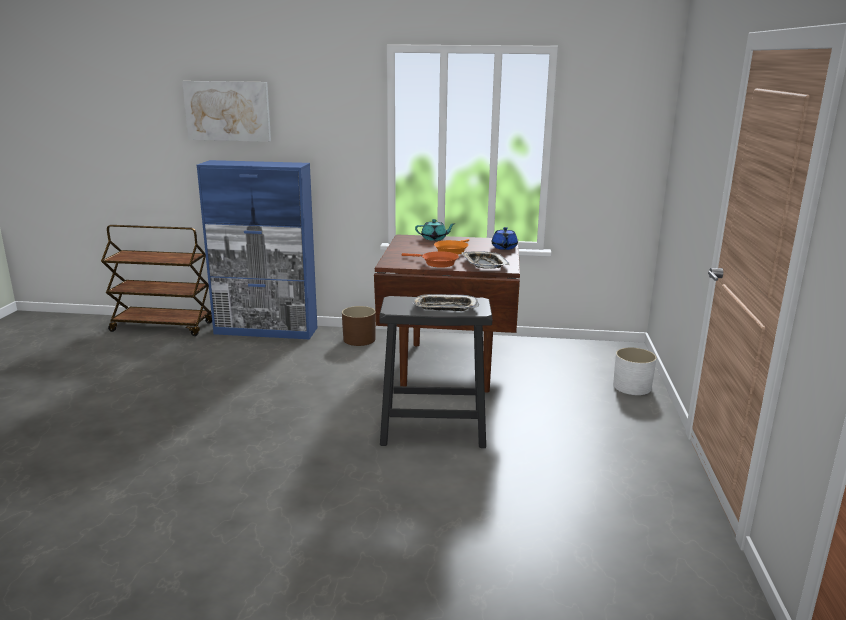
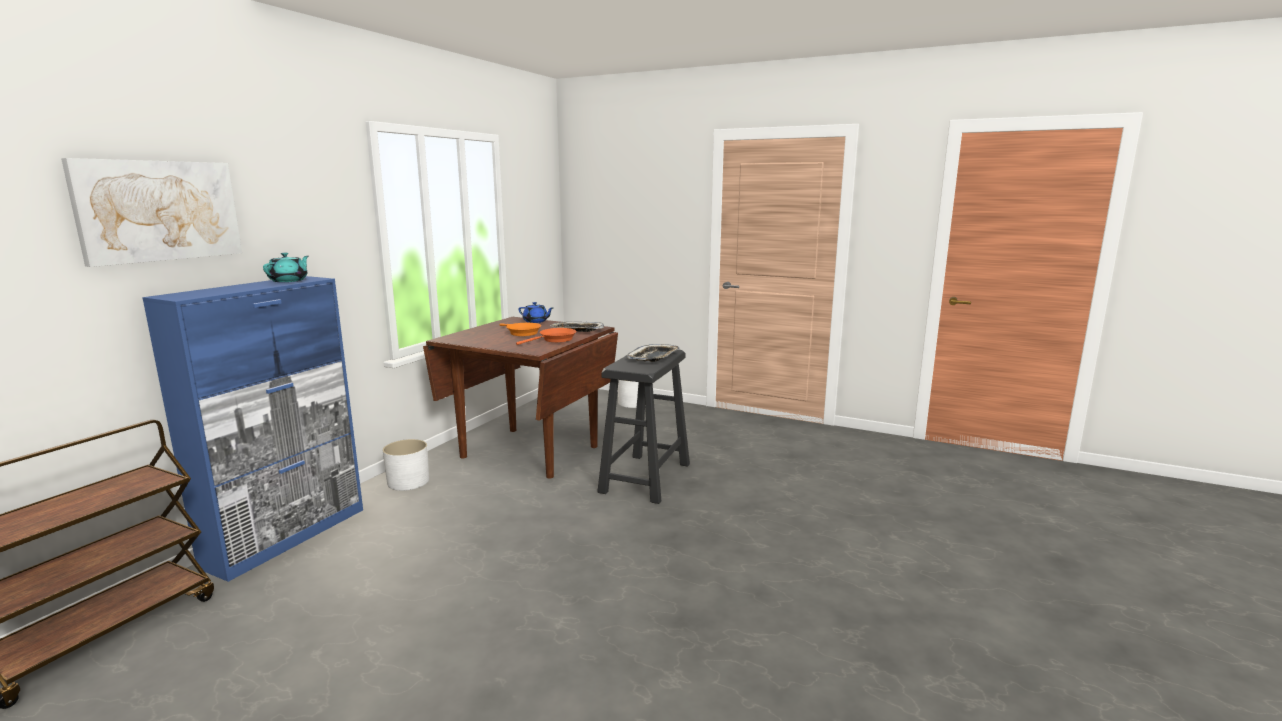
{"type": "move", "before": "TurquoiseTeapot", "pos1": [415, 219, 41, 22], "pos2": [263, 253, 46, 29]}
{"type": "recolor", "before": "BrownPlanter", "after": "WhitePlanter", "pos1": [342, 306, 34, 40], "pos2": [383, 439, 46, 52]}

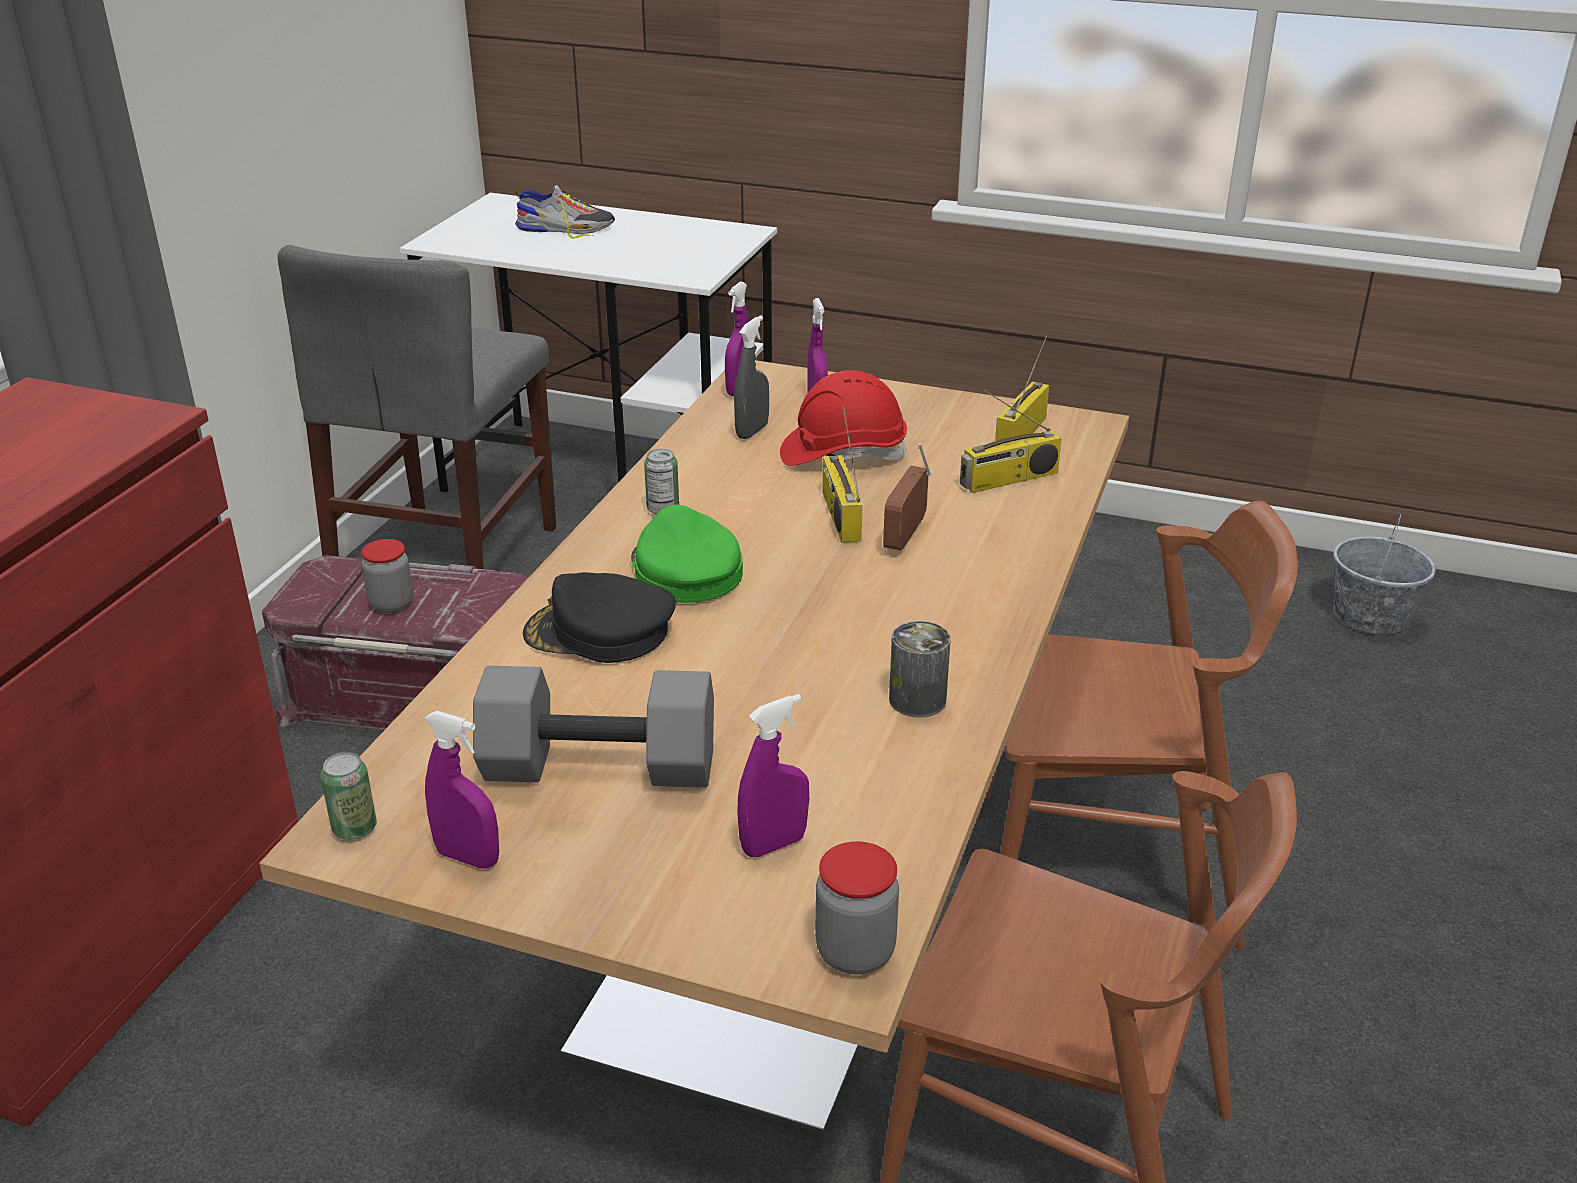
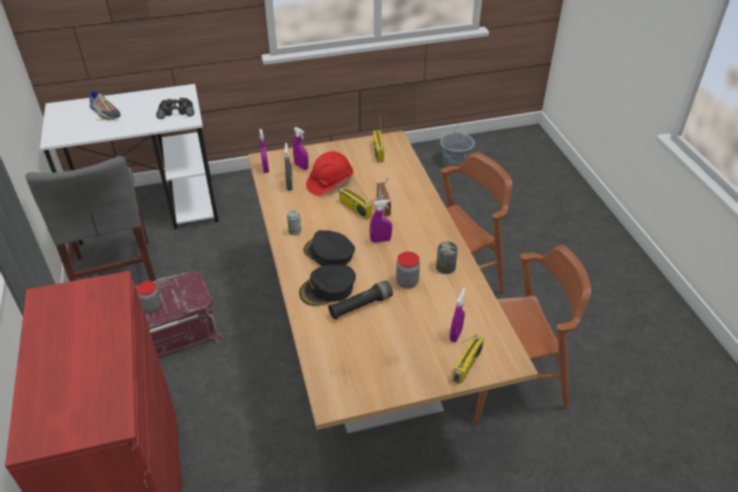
{"type": "rotate", "before": "Shoe", "pos1": [515, 185, 100, 54], "pos2": [89, 90, 32, 32], "turn": 75}
{"type": "move", "before": "Radio", "pos1": [960, 390, 102, 103], "pos2": [453, 334, 31, 50]}
{"type": "recolor", "before": "GreenCap", "after": "BlackCap", "pos1": [631, 505, 112, 98], "pos2": [303, 230, 52, 36]}
{"type": "delete", "before": "GreyDumbbell", "pos1": [473, 666, 241, 122]}
{"type": "move", "before": "PurpleSprayBottle", "pos1": [424, 711, 75, 158], "pos2": [369, 200, 23, 43]}
{"type": "delete", "before": "Can", "pos1": [321, 752, 56, 88]}
{"type": "move", "before": "Jar", "pos1": [815, 841, 84, 133], "pos2": [396, 252, 24, 36]}
{"type": "insert", "after": "BlackBinoculars", "pos2": [156, 98, 38, 21]}
{"type": "insert", "after": "BlackFlashlight", "pos2": [328, 280, 65, 40]}

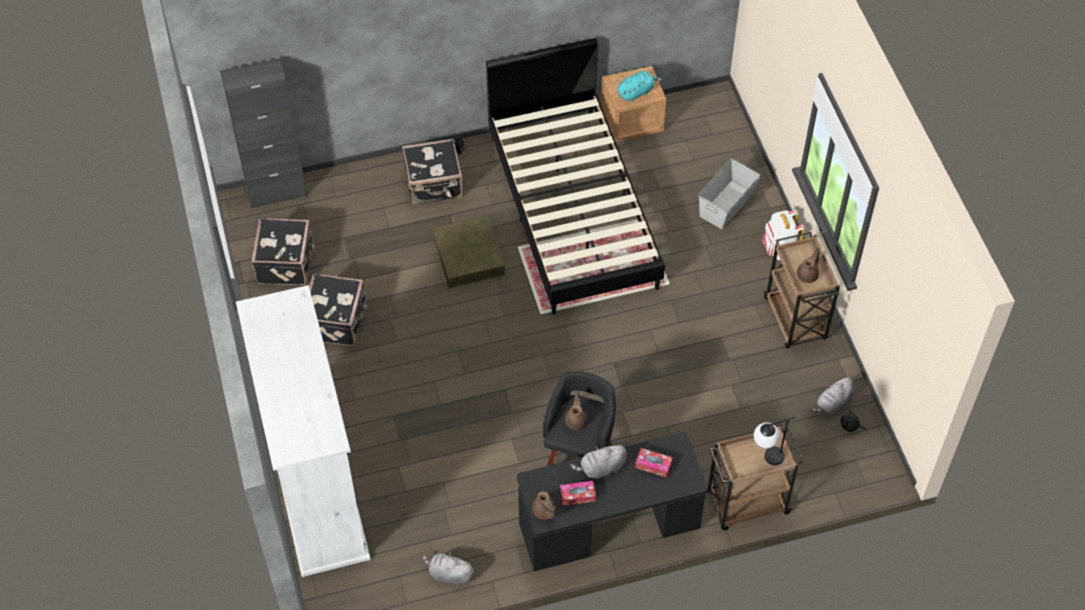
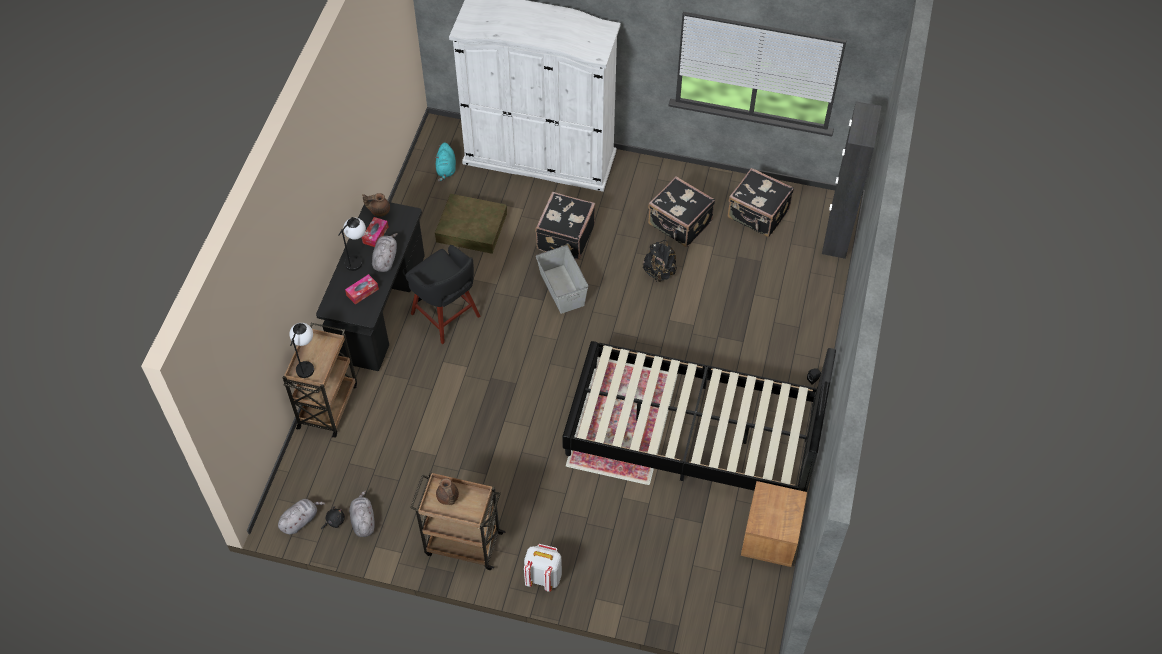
{"type": "move", "before": "TurquoisePlushToy", "pos1": [618, 71, 45, 31], "pos2": [435, 142, 21, 40]}
{"type": "move", "before": "BlackSuitcase", "pos1": [402, 138, 61, 67], "pos2": [535, 192, 60, 68]}
{"type": "move", "before": "GreyStorageBox", "pos1": [699, 158, 62, 71], "pos2": [536, 245, 52, 69]}
{"type": "move", "before": "BrownStorageBox", "pos1": [433, 215, 72, 73], "pos2": [435, 194, 72, 60]}
{"type": "delete", "before": "BrownTeapot", "pos1": [565, 391, 23, 39]}
{"type": "move", "before": "GreyPlushToy", "pos1": [423, 552, 51, 34], "pos2": [278, 499, 47, 35]}
{"type": "insert", "after": "TableLamp", "pos2": [338, 217, 28, 54]}
{"type": "insert", "after": "BlackBackpack", "pos2": [643, 240, 34, 42]}

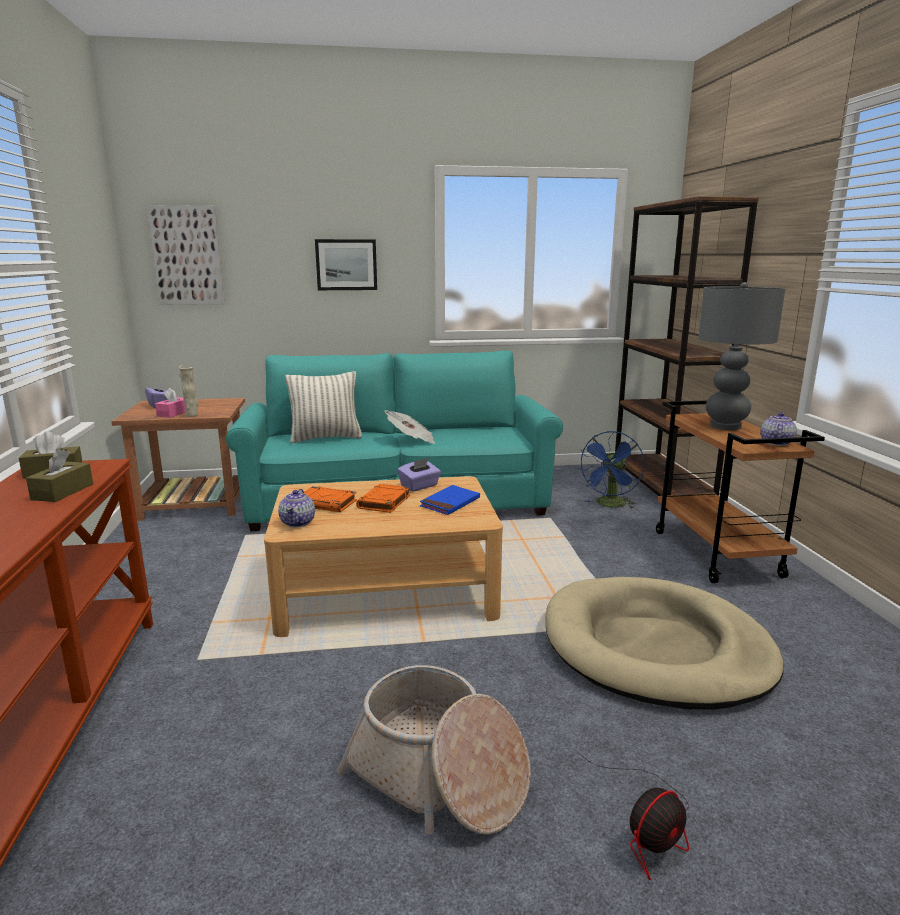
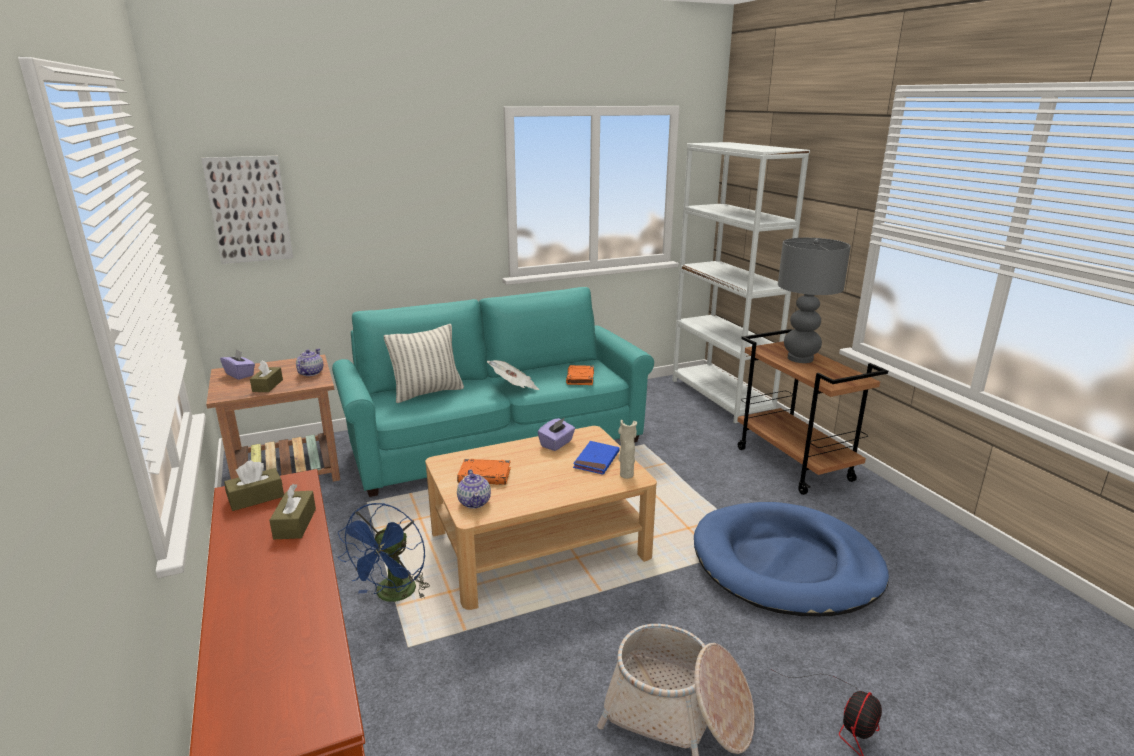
{"type": "recolor", "before": "BrownBookcase", "after": "WhiteBookcase", "pos1": [615, 196, 144, 300], "pos2": [672, 142, 138, 281]}
{"type": "delete", "before": "Picture", "pos1": [315, 239, 62, 51]}
{"type": "move", "before": "BeigeVase", "pos1": [179, 365, 19, 52], "pos2": [618, 420, 19, 59]}
{"type": "recolor", "before": "PinkTissueBox", "after": "BrownTissueBox", "pos1": [155, 388, 31, 30], "pos2": [250, 360, 33, 32]}
{"type": "move", "before": "Teapot", "pos1": [760, 412, 37, 34], "pos2": [296, 349, 27, 27]}
{"type": "move", "before": "BlueFan", "pos1": [578, 431, 67, 78], "pos2": [338, 503, 92, 99]}
{"type": "move", "before": "OrangeBook", "pos1": [356, 484, 54, 29], "pos2": [566, 365, 28, 20]}
{"type": "recolor", "before": "BeigeDogBed", "after": "BlueDogBed", "pos1": [545, 577, 238, 133], "pos2": [694, 502, 195, 114]}

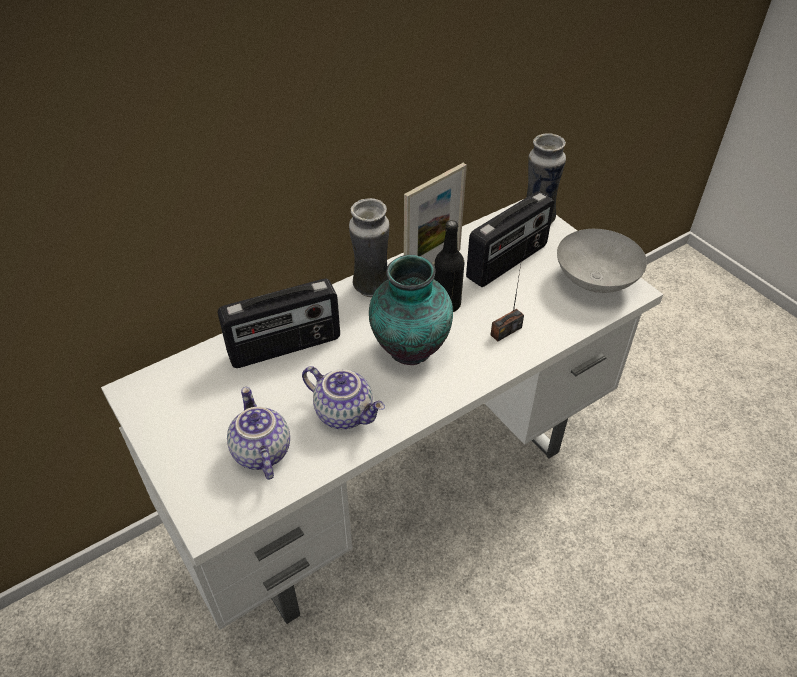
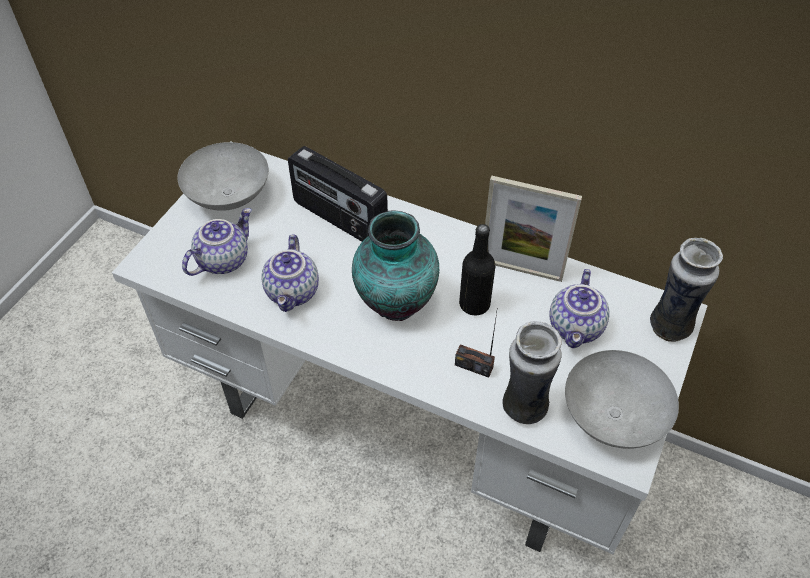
{"type": "replace", "before": "Radio", "after": "Teapot", "pos1": [466, 191, 88, 96], "pos2": [549, 269, 61, 79]}
{"type": "move", "before": "Vase", "pos1": [349, 198, 40, 99], "pos2": [502, 321, 60, 103]}
{"type": "insert", "after": "GreyBowl", "pos2": [177, 142, 92, 69]}

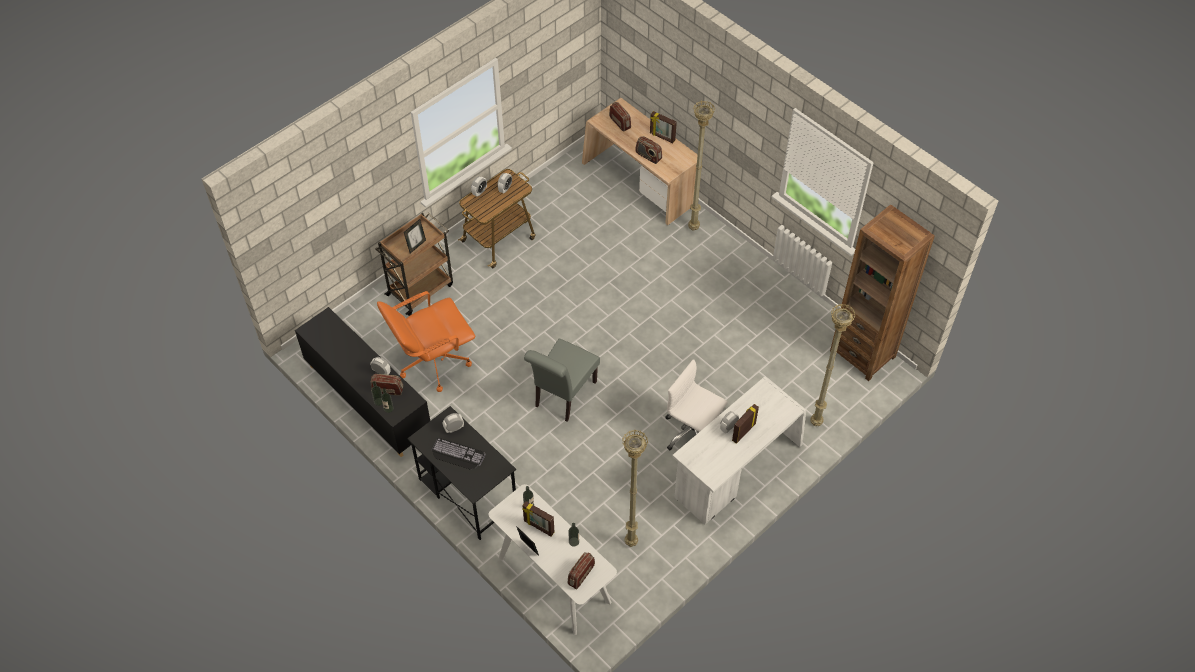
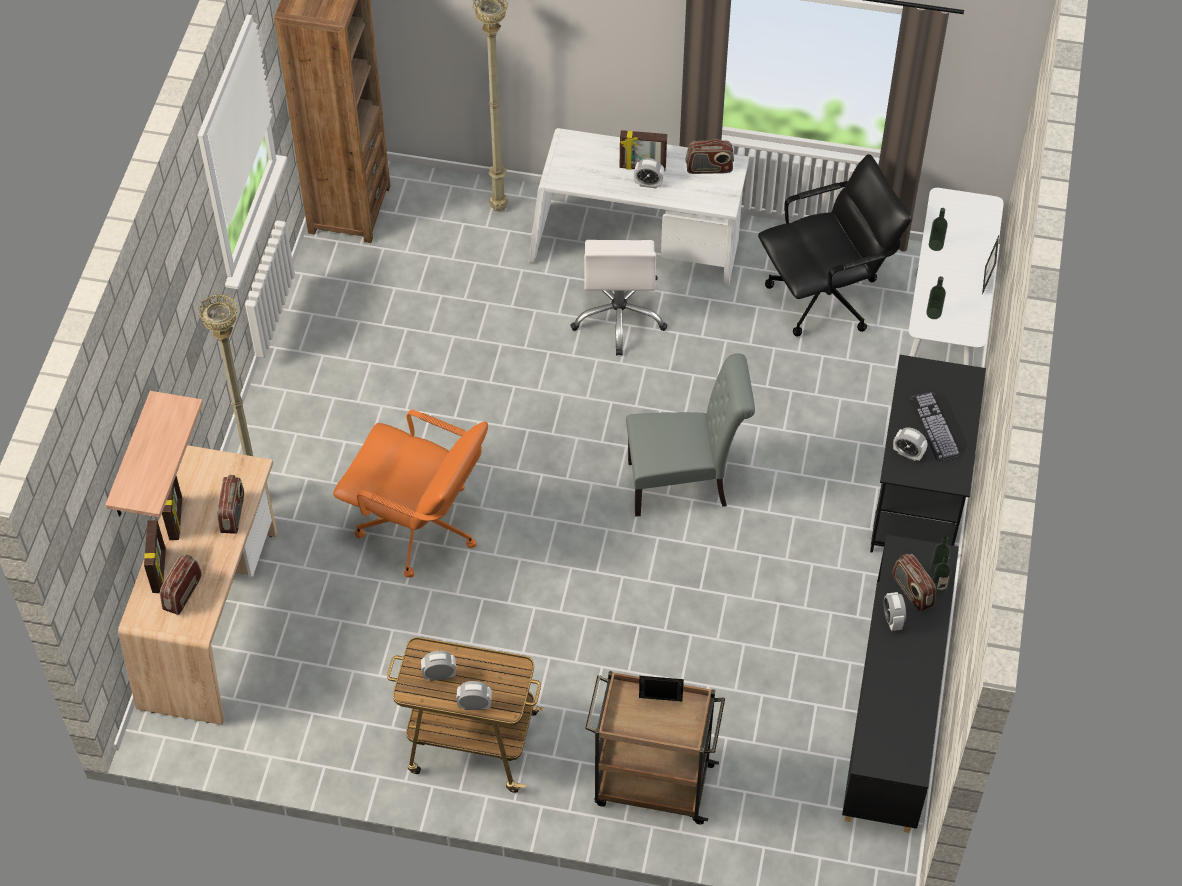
{"type": "move", "before": "OrangeOfficeChair", "pos1": [377, 291, 98, 101], "pos2": [333, 410, 155, 168]}
{"type": "replace", "before": "BeigeFloorLamp", "after": "BlackOfficeChair", "pos1": [622, 430, 26, 117], "pos2": [758, 154, 154, 183]}
{"type": "move", "before": "PictureFrame", "pos1": [522, 501, 33, 35], "pos2": [144, 520, 22, 73]}
{"type": "move", "before": "Radio", "pos1": [568, 552, 27, 38], "pos2": [686, 139, 48, 35]}
{"type": "insert", "after": "Shelf", "pos2": [105, 391, 98, 127]}

